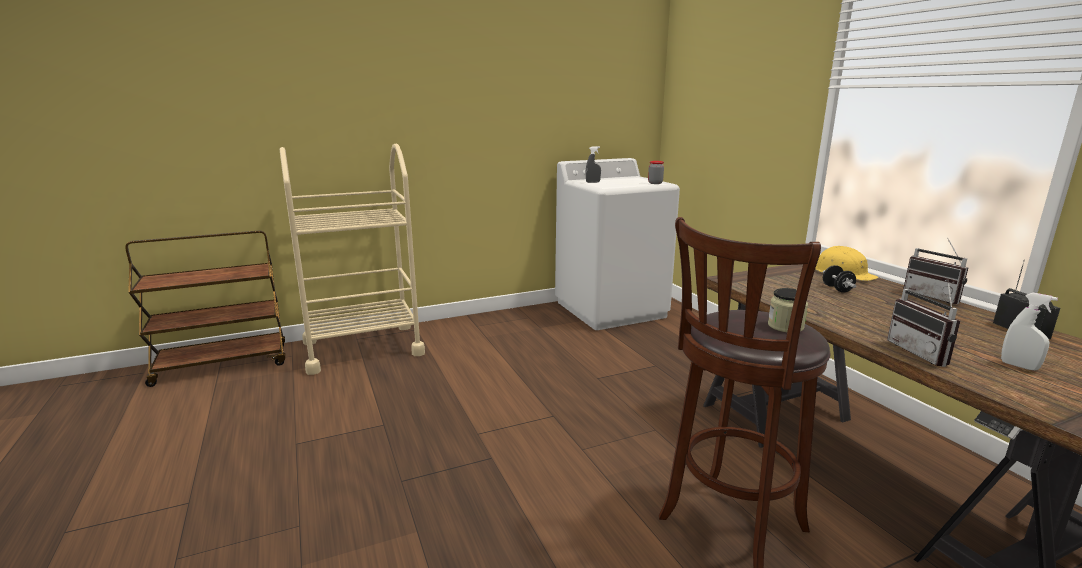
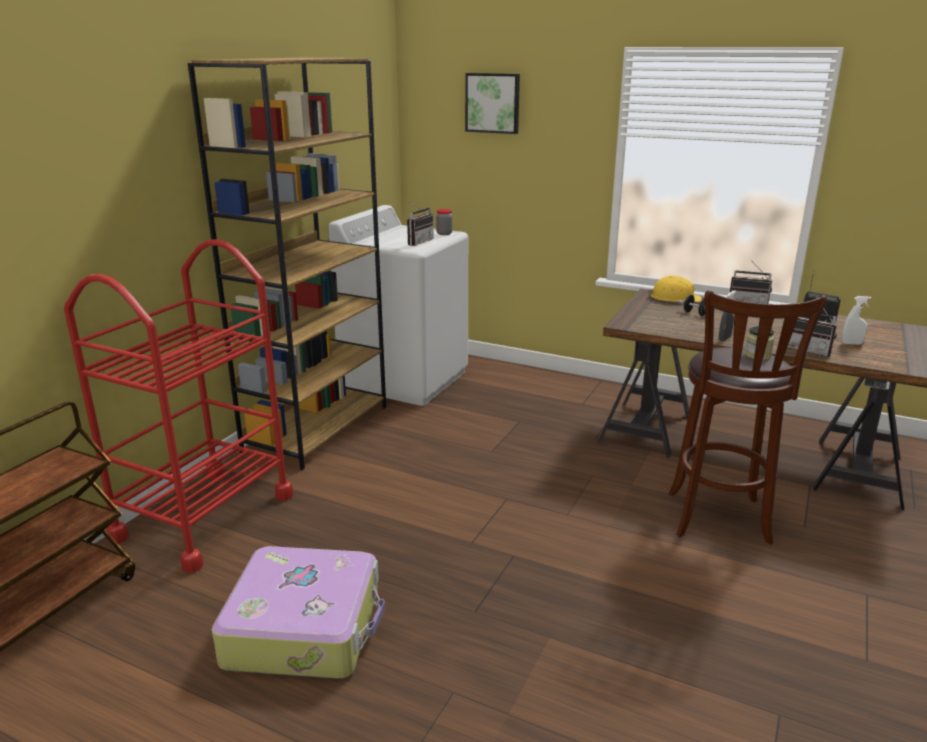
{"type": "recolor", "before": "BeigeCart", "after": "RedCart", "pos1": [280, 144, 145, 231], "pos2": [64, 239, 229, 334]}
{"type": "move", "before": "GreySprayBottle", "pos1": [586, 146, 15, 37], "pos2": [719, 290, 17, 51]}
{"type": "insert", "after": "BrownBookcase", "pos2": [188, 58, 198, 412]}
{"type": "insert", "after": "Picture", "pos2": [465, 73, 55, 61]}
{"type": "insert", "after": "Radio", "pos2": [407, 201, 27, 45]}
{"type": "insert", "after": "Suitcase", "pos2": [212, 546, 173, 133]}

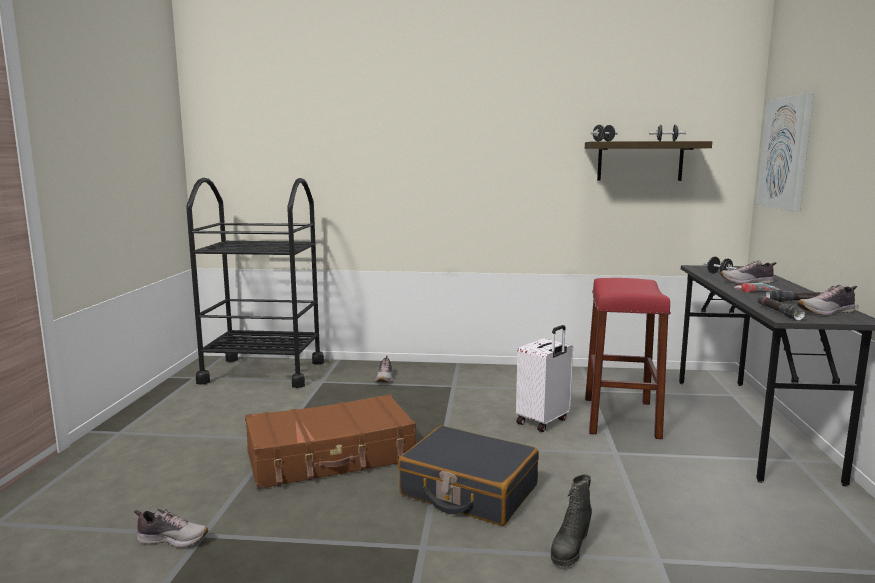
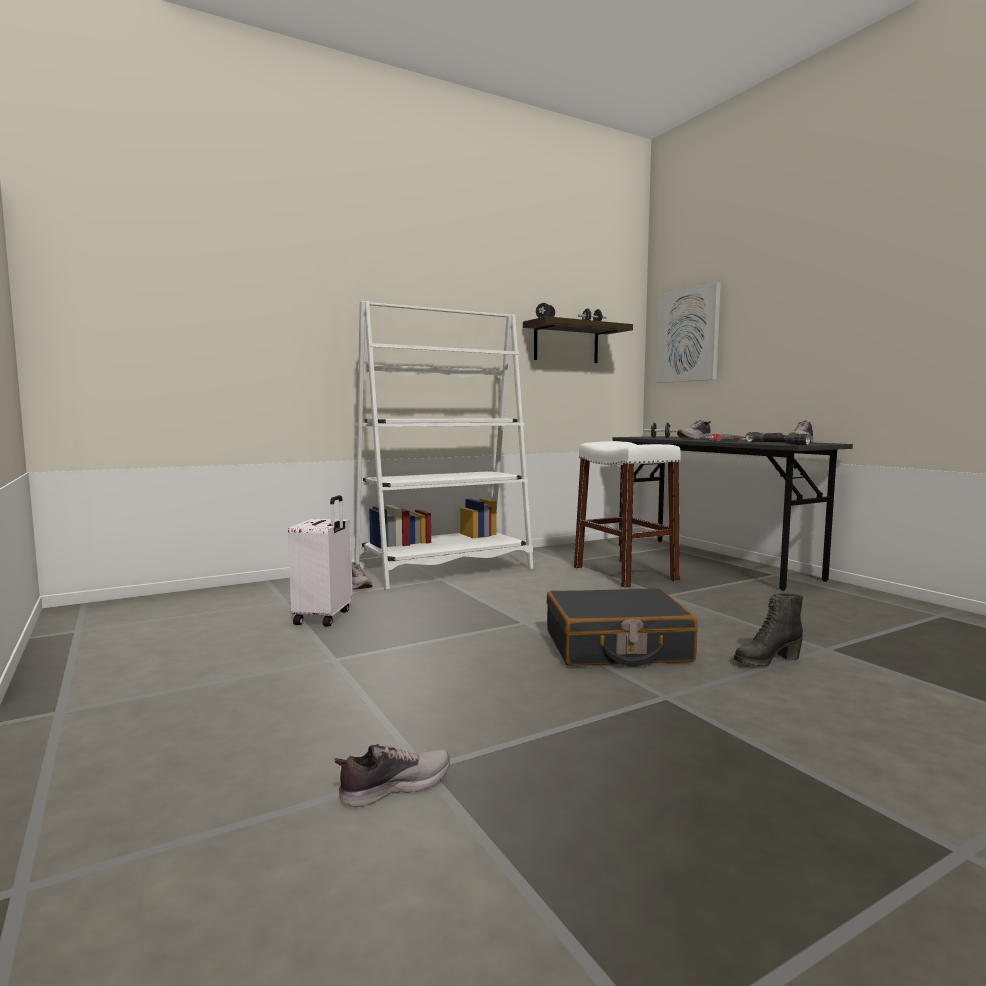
{"type": "delete", "before": "BlackCart", "pos1": [186, 178, 138, 210]}
{"type": "recolor", "before": "RedStool", "after": "WhiteStool", "pos1": [585, 278, 86, 161], "pos2": [574, 441, 107, 147]}
{"type": "move", "before": "WhiteSuitcase", "pos1": [516, 325, 57, 107], "pos2": [288, 495, 65, 132]}
{"type": "delete", "before": "BrownSuitcase", "pos1": [245, 394, 171, 96]}
{"type": "rotate", "before": "BlackBoot", "pos1": [551, 474, 41, 92], "pos2": [734, 593, 69, 73], "turn": 75}
{"type": "insert", "after": "WhiteBookcase", "pos2": [354, 301, 179, 289]}

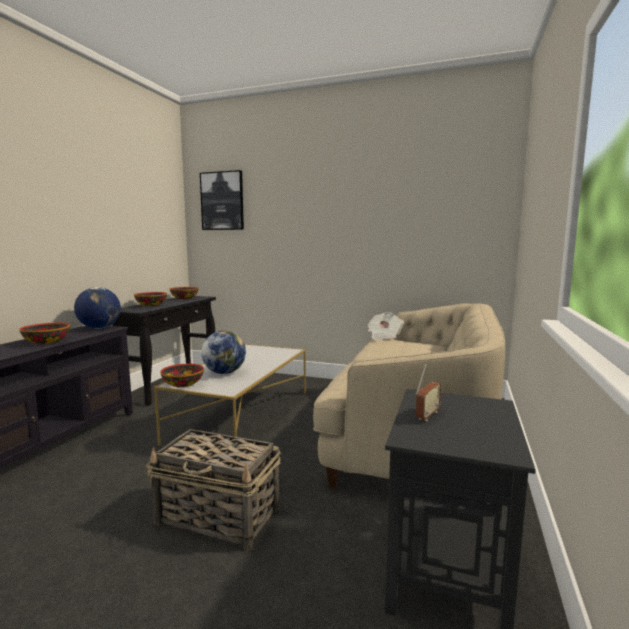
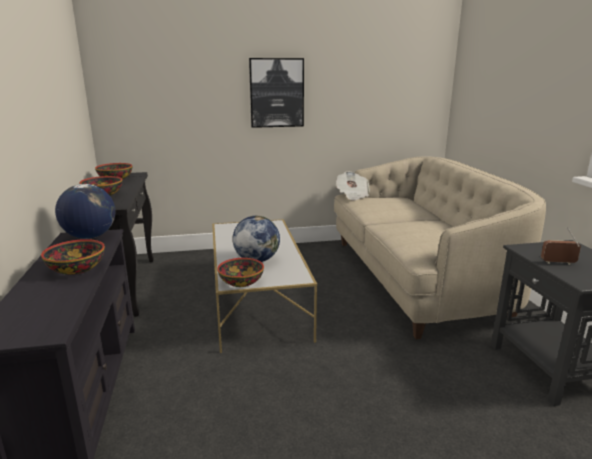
{"type": "move", "before": "Picture", "pos1": [200, 170, 44, 60], "pos2": [249, 58, 55, 70]}
{"type": "rotate", "before": "Radio", "pos1": [416, 364, 25, 57], "pos2": [541, 227, 40, 38], "turn": -90}
{"type": "delete", "before": "Basket", "pos1": [146, 429, 135, 121]}

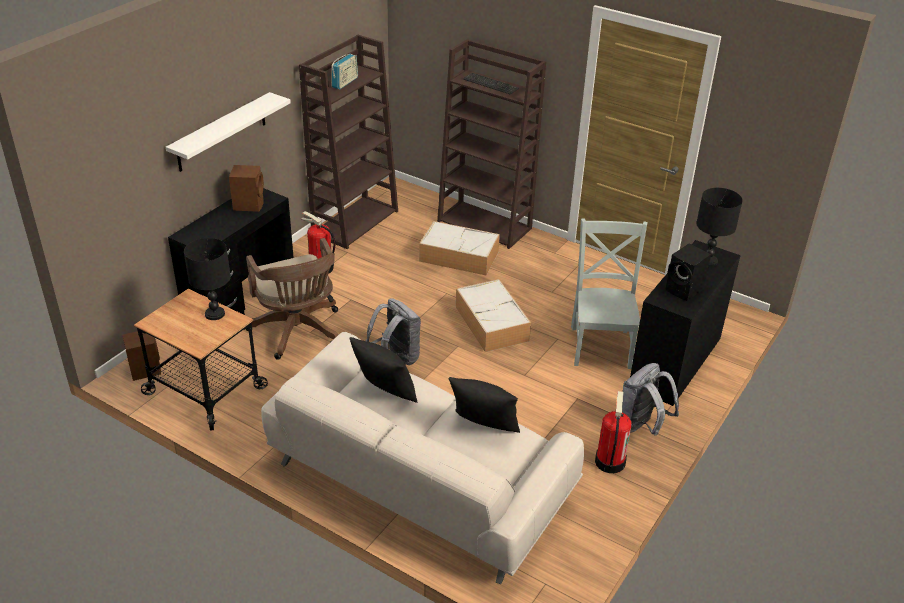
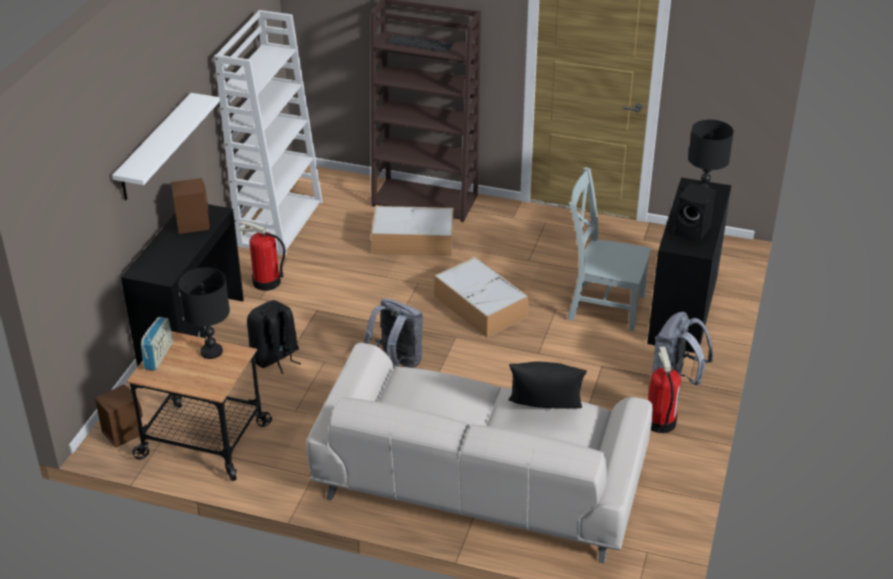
{"type": "recolor", "before": "BrownBookcase", "after": "WhiteBookcase", "pos1": [299, 35, 99, 214], "pos2": [214, 10, 109, 245]}
{"type": "move", "before": "Radio", "pos1": [332, 54, 26, 35], "pos2": [141, 317, 32, 54]}
{"type": "rotate", "before": "GreyChair", "pos1": [571, 218, 76, 151], "pos2": [568, 167, 83, 165], "turn": -60}
{"type": "replace", "before": "BrownOfficeChair", "after": "BlackBackpack", "pos1": [246, 238, 92, 122], "pos2": [247, 300, 54, 74]}
{"type": "delete", "before": "BlackPillow", "pos1": [349, 337, 68, 66]}

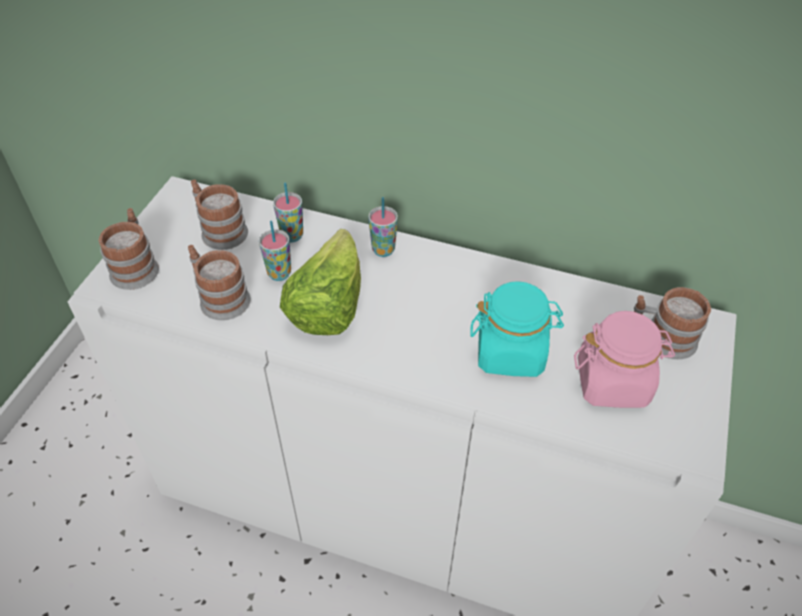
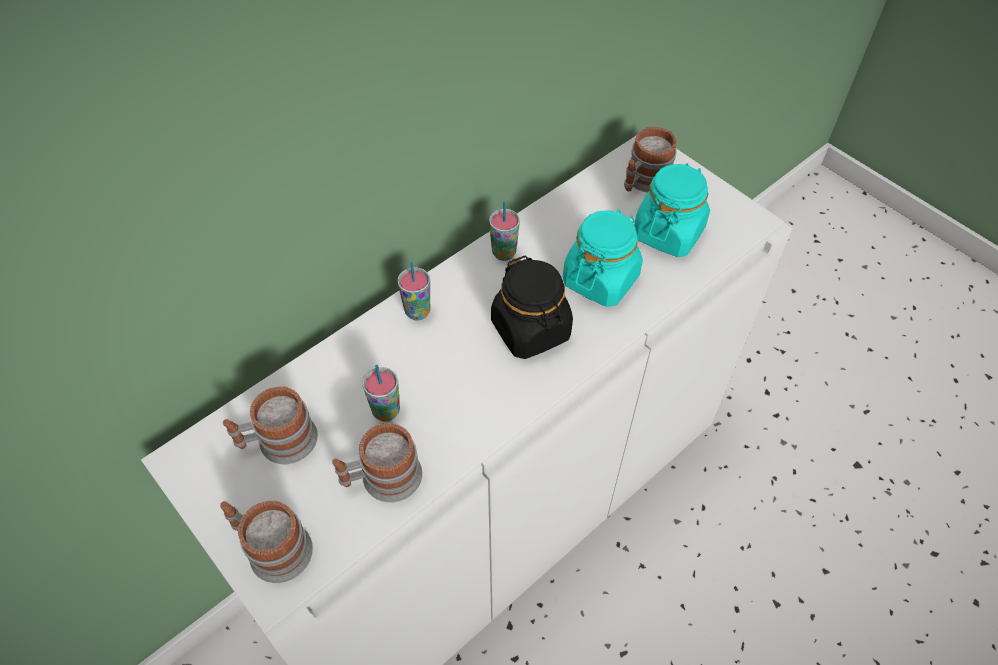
{"type": "move", "before": "Cup", "pos1": [273, 183, 30, 59], "pos2": [489, 201, 31, 60]}
{"type": "delete", "before": "Lettuce", "pos1": [280, 229, 81, 106]}
{"type": "recolor", "before": "PinkJar", "after": "TurquoiseJar", "pos1": [574, 311, 101, 97], "pos2": [634, 163, 76, 94]}
{"type": "insert", "after": "BlackJar", "pos2": [491, 256, 82, 103]}

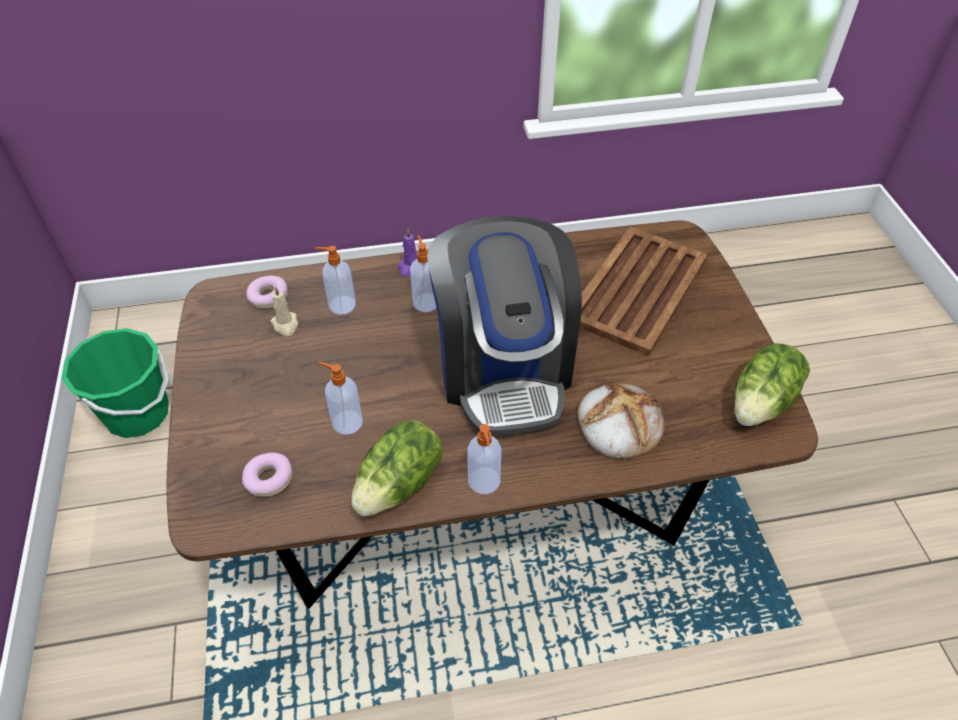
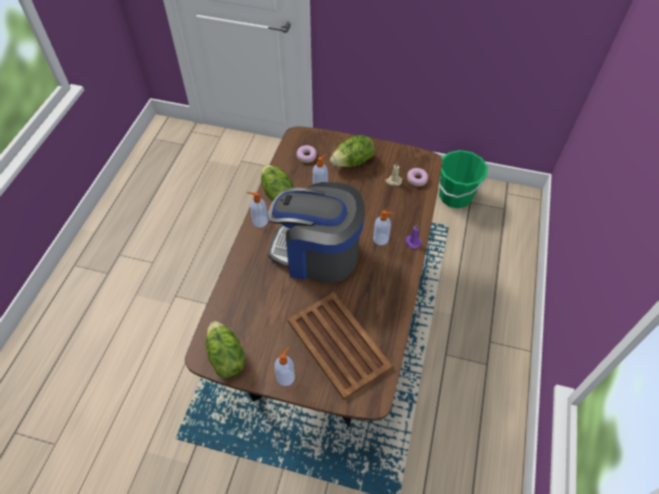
{"type": "move", "before": "SoapDispenser", "pos1": [315, 246, 41, 69], "pos2": [274, 347, 21, 39]}
{"type": "delete", "before": "Bread", "pos1": [577, 383, 88, 76]}
{"type": "insert", "after": "Lettuce", "pos2": [330, 135, 45, 32]}

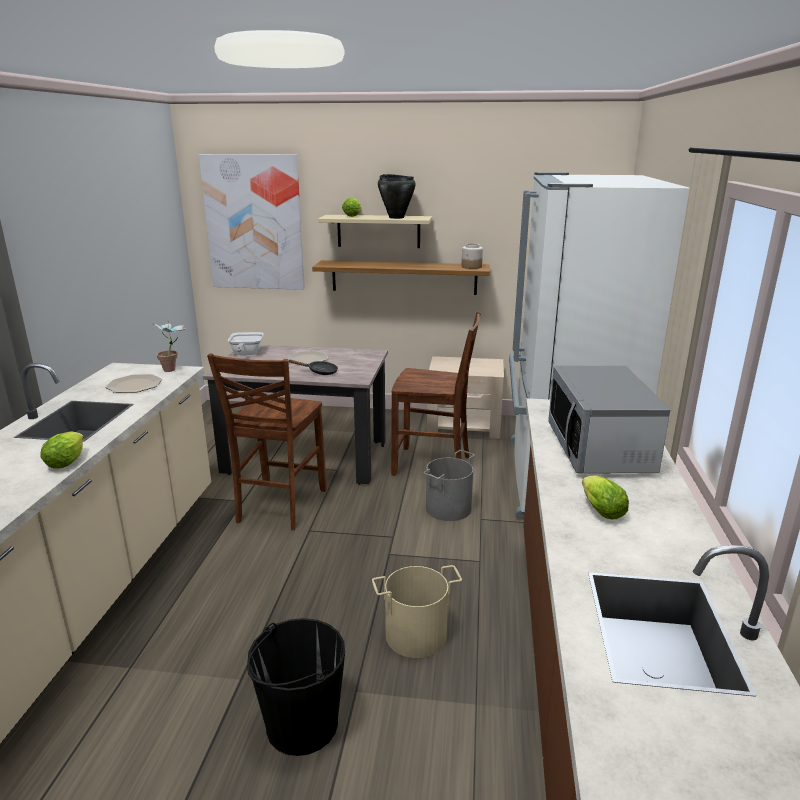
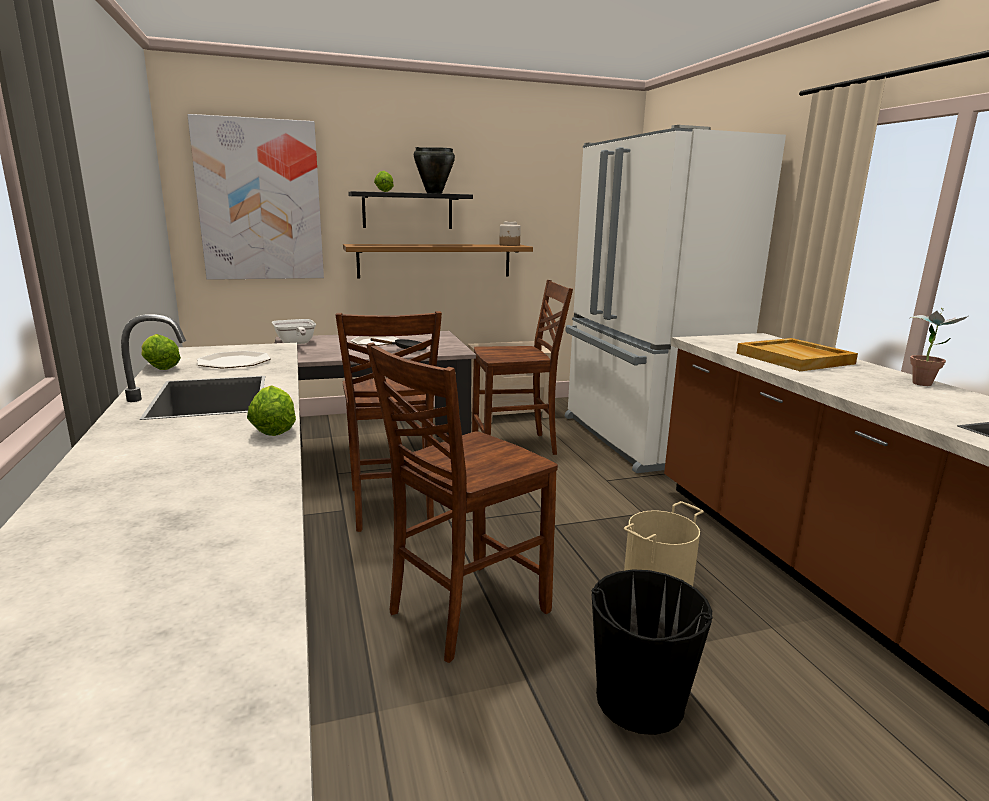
{"type": "recolor", "before": "BeigeShelf", "after": "BlackShelf", "pos1": [318, 215, 114, 33], "pos2": [348, 191, 125, 38]}
{"type": "move", "before": "PottedPlant", "pos1": [153, 320, 33, 52], "pos2": [910, 308, 58, 78]}
{"type": "replace", "before": "Microwave", "after": "BeigeTray", "pos1": [548, 366, 122, 107], "pos2": [737, 338, 121, 33]}
{"type": "delete", "before": "GreyBucket", "pos1": [423, 450, 52, 71]}
{"type": "move", "before": "Lettuce", "pos1": [582, 476, 47, 43], "pos2": [141, 334, 40, 36]}
{"type": "insert", "after": "BrownChair", "pos2": [366, 342, 192, 321]}

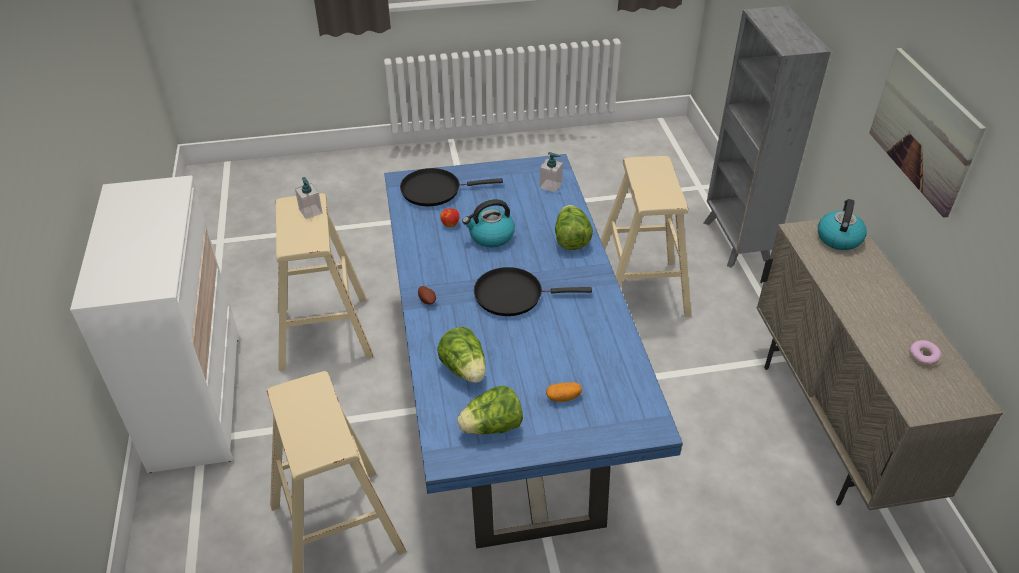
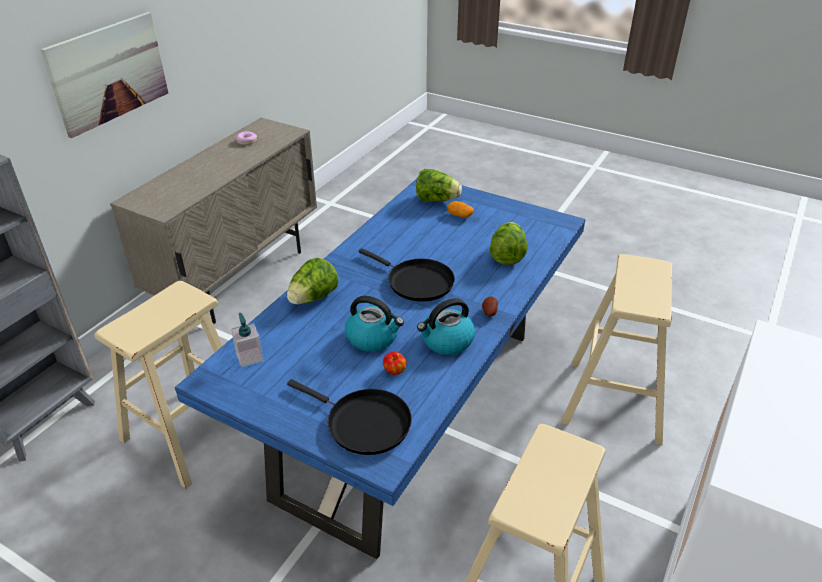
{"type": "delete", "before": "SoapDispenser", "pos1": [295, 177, 28, 42]}
{"type": "move", "before": "Kettle", "pos1": [818, 199, 49, 51], "pos2": [417, 298, 58, 57]}
{"type": "move", "before": "Lettuce", "pos1": [457, 386, 66, 48], "pos2": [416, 169, 46, 33]}

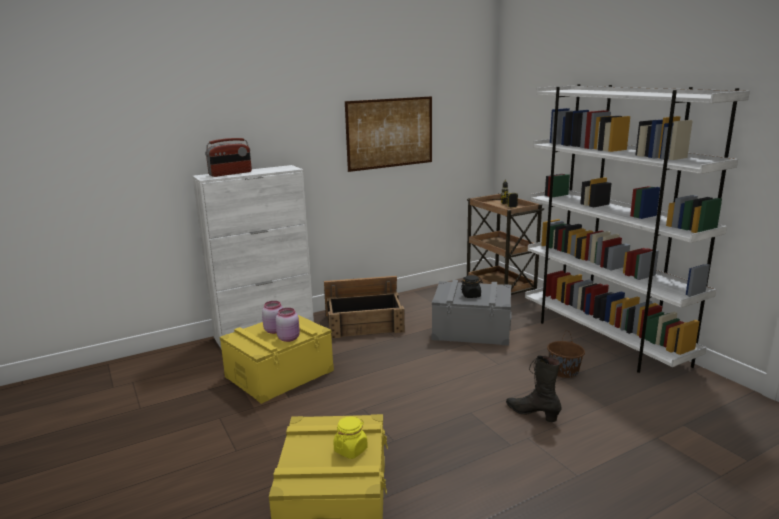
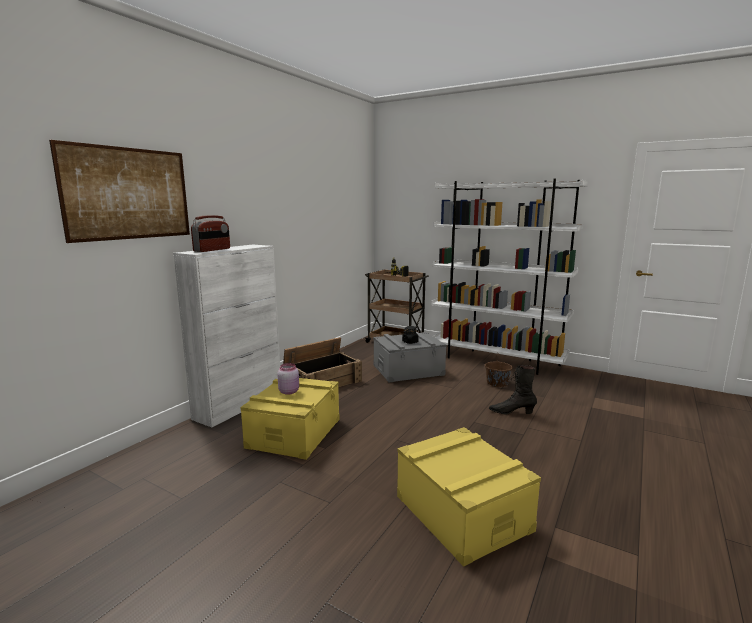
{"type": "move", "before": "Picture", "pos1": [345, 96, 87, 76], "pos2": [49, 140, 141, 103]}
{"type": "delete", "before": "PinkJar", "pos1": [276, 308, 24, 34]}
{"type": "delete", "before": "YellowJar", "pos1": [333, 416, 35, 43]}

